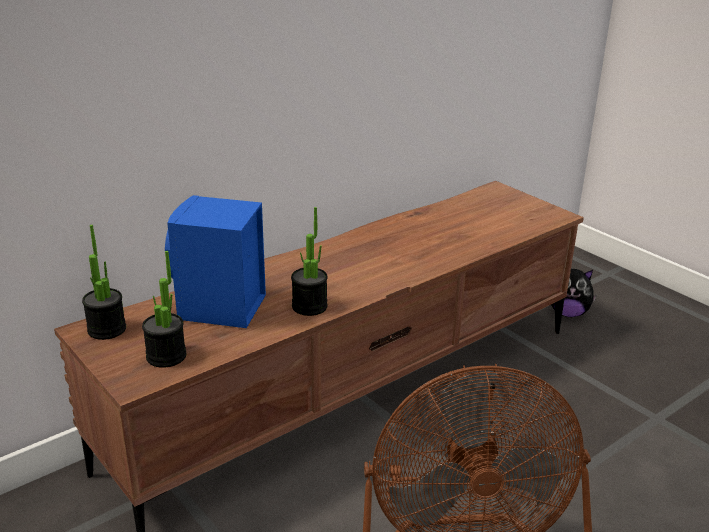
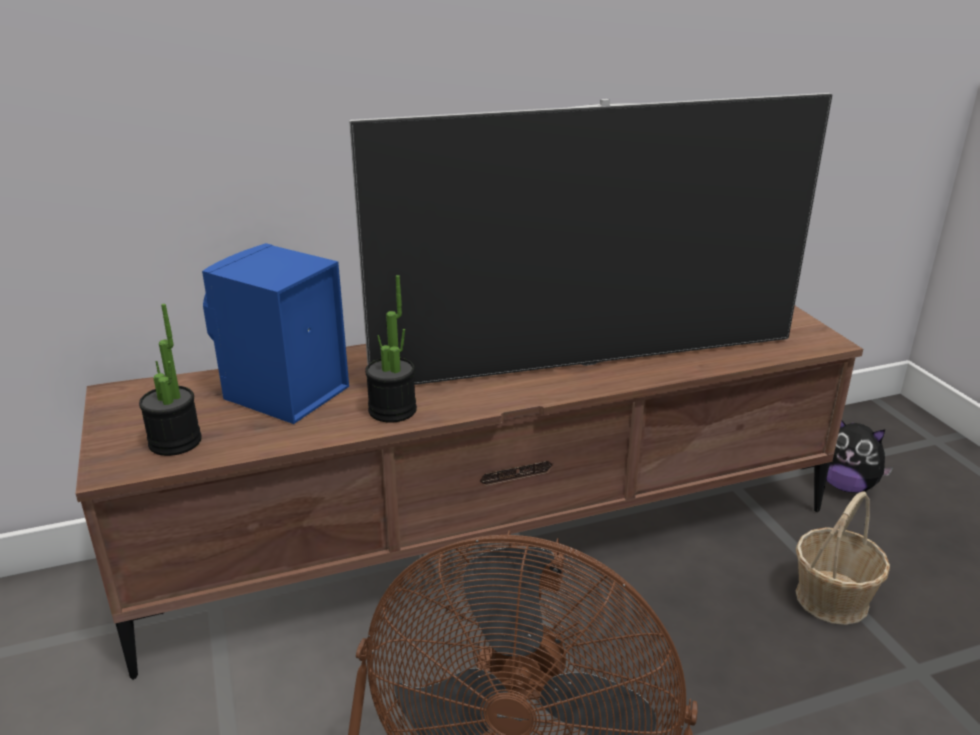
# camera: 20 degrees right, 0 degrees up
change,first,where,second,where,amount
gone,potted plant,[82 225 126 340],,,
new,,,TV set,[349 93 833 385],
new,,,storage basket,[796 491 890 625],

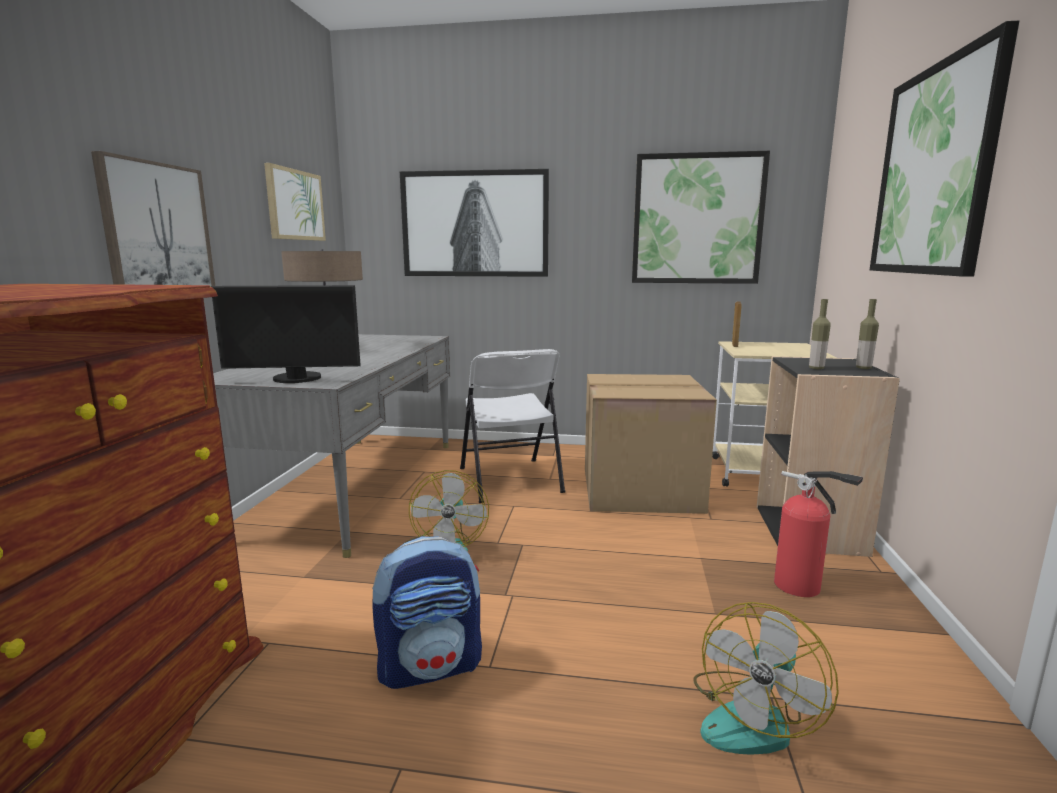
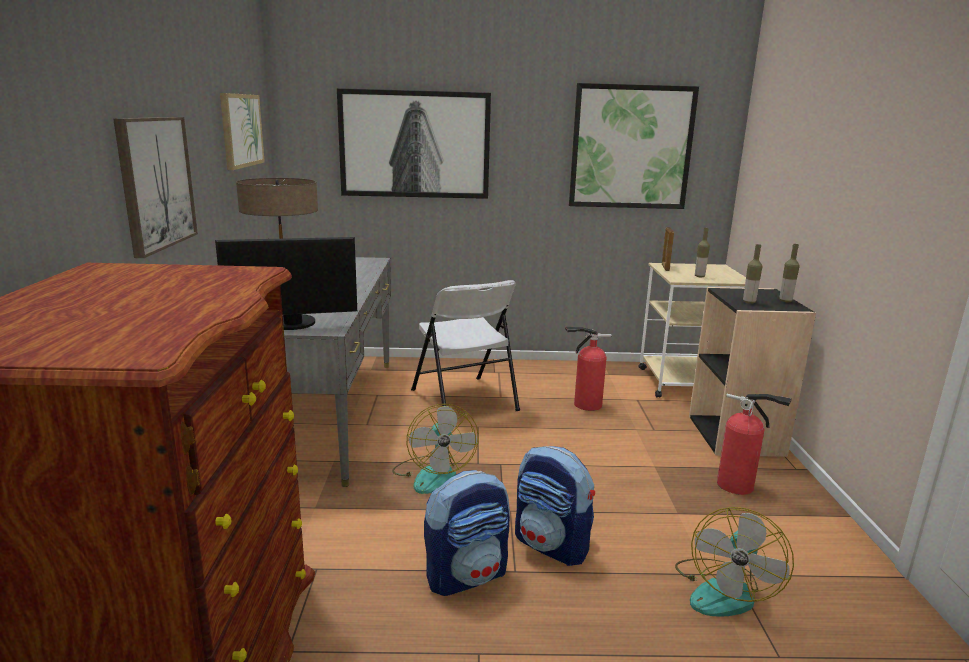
# camera: 10 degrees left, 5 degrees up
change,first,where,second,where,amount
gone,wall picture,[870 20 1019 277],,,
swapped,packing box,[585 374 717 514],fire-fighting cylinder,[565 327 611 411],
new,,,bottle,[695 228 710 277],
new,,,rucksack,[515 446 595 566],

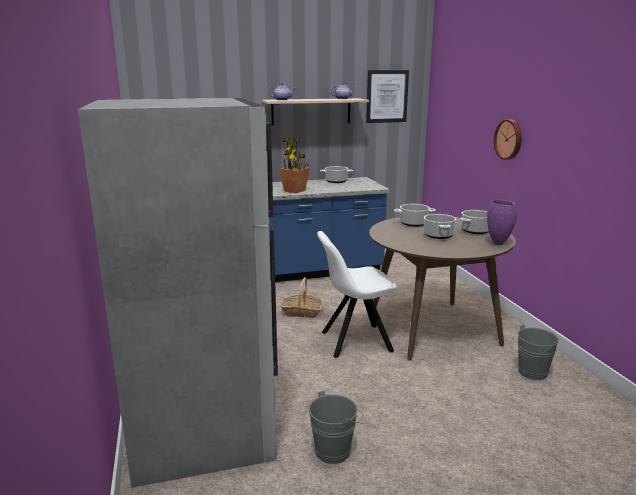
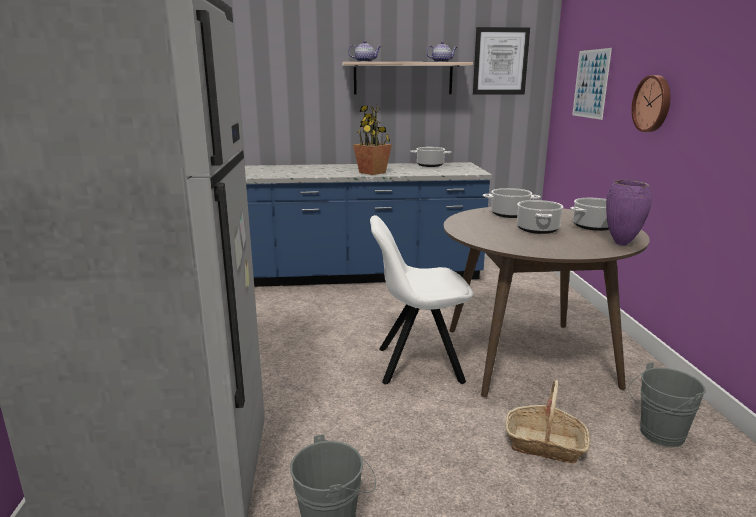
# camera: 10 degrees right, 0 degrees up
change,first,where,second,where,amount
shifted,storage basket,[280 277 323 318],,[506 380 590 463],
new,,,wall picture,[572 48 612 120],

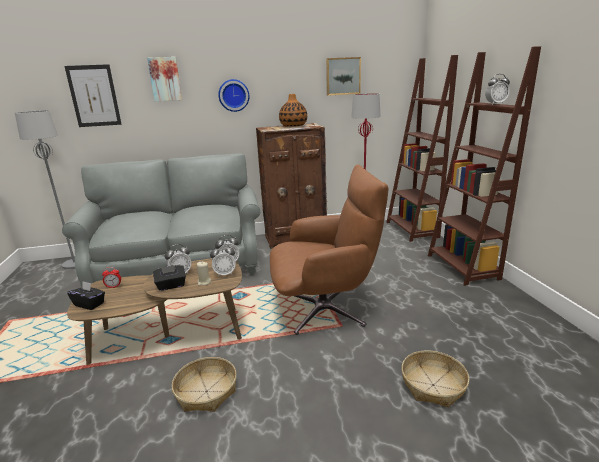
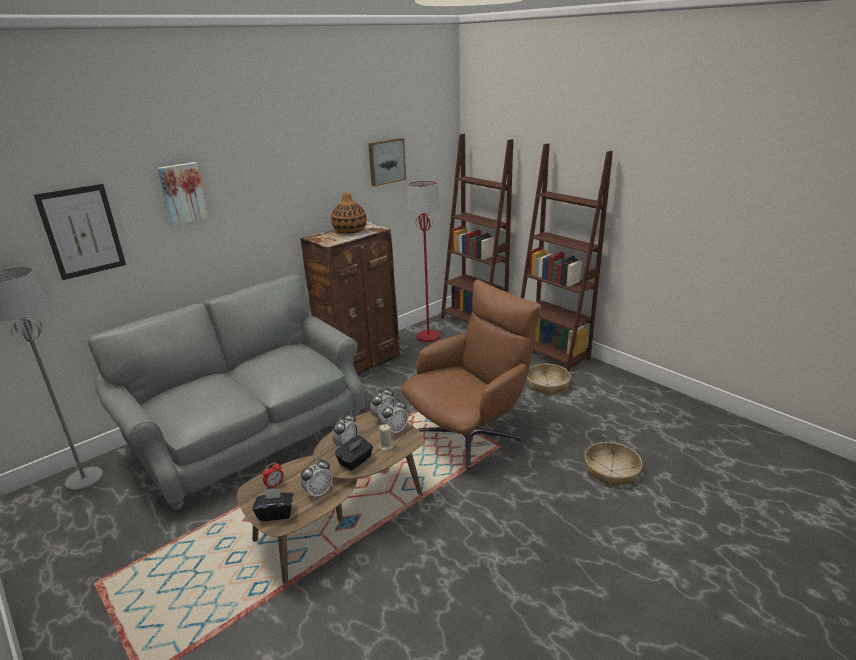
# camera: 30 degrees left, 5 degrees up
change,first,where,second,where,amount
shifted,bedside clock,[485 74 510 105],,[301 459 333 499],
gone,hanging clock,[218 79 249 112],,,
shifted,storage basket,[172 357 237 412],,[527 364 571 396],

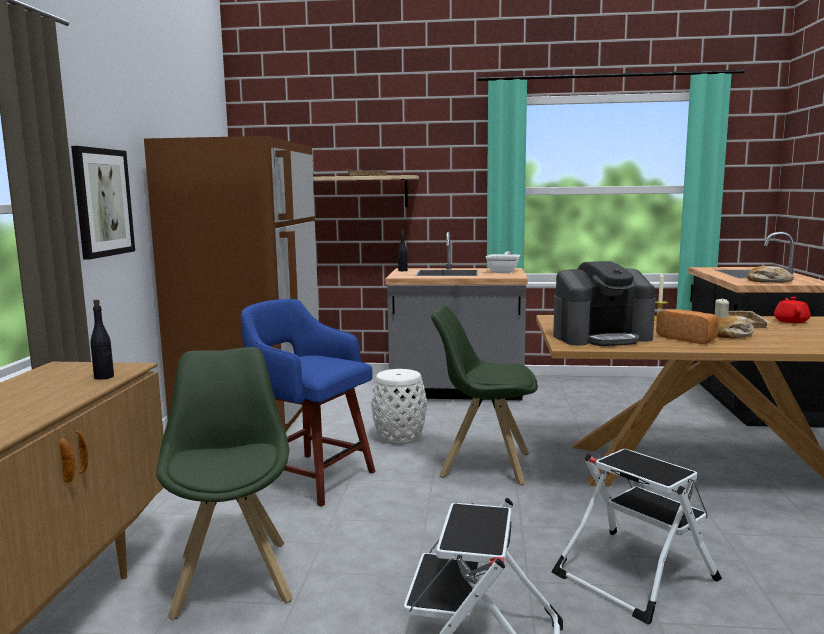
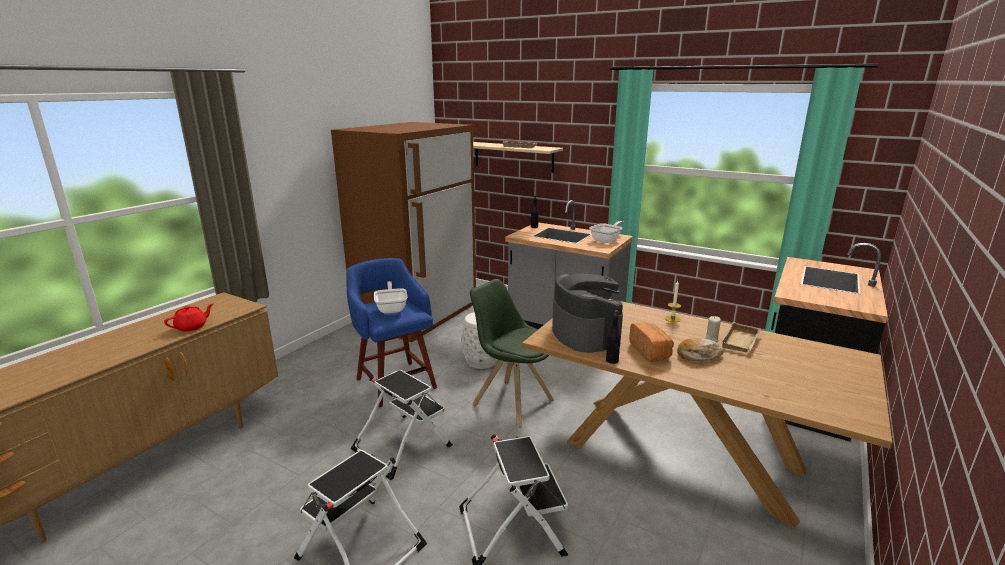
# camera: 25 degrees right, 10 degrees up
change,first,where,second,where,amount
gone,wall picture,[71 146 135 260],,,
rotated,coffee brewer,[553 261 655 346],,[552 273 623 353],120 degrees counterclockwise
gone,bread,[747 266 794 283],,,
shifted,tea pot (reddish),[774 297 810 323],,[164 304 213 332],
shifted,bottle (black-coloured),[90 299 114 380],,[606 310 621 364],
gone,upright chair (greenish),[156 347 293 620],,,
new,,,frying pan,[374 281 407 313],
new,,,stepladder,[351 370 453 480],

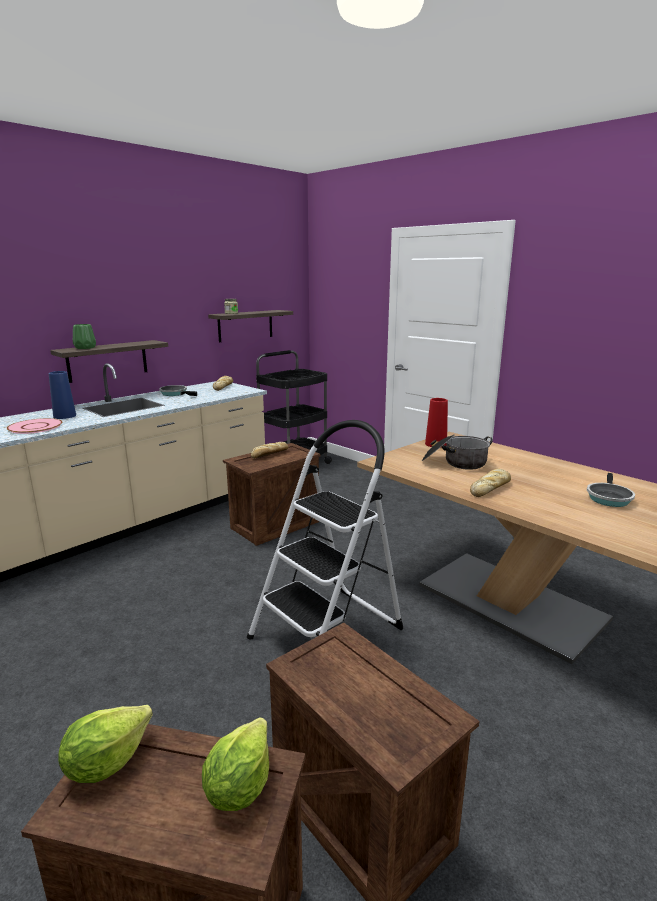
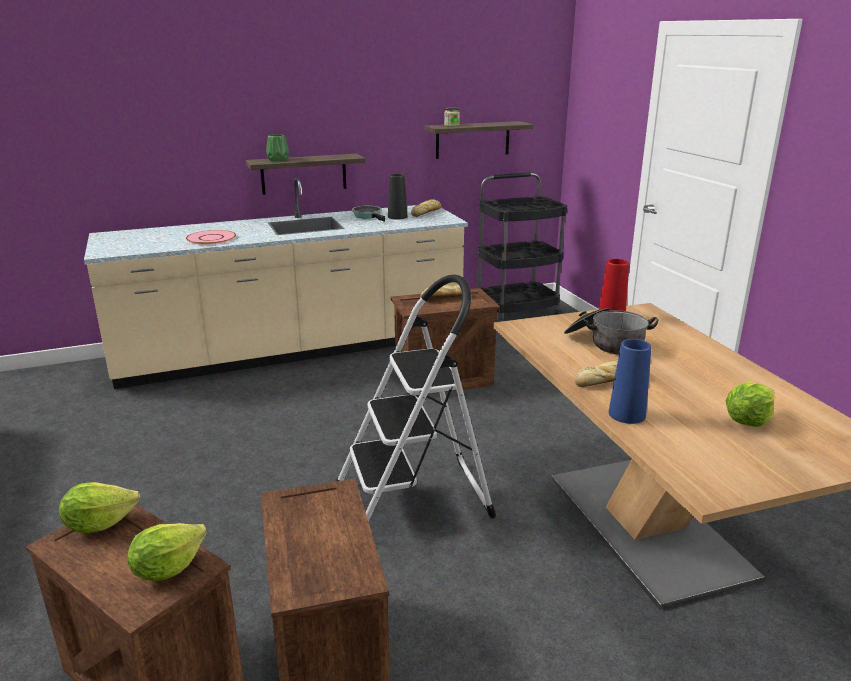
# camera: 25 degrees right, 5 degrees up
change,first,where,second,where,amount
shifted,decorative vase (blue-coloured),[49 371 76 419],,[609 339 651 424],
swapped,frying pan,[587 473 635 507],lettuce head,[726 382 774 427],
new,,,decorative vase (black-coloured),[388 174 407 220],

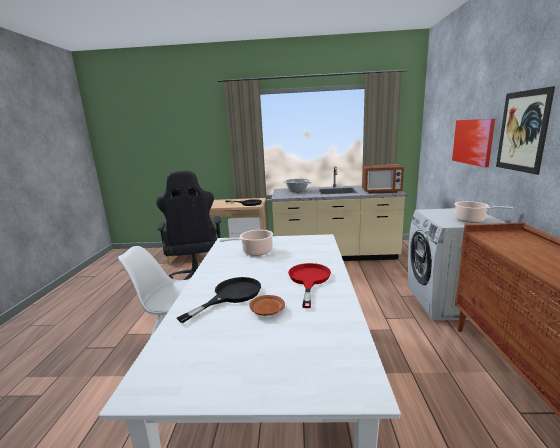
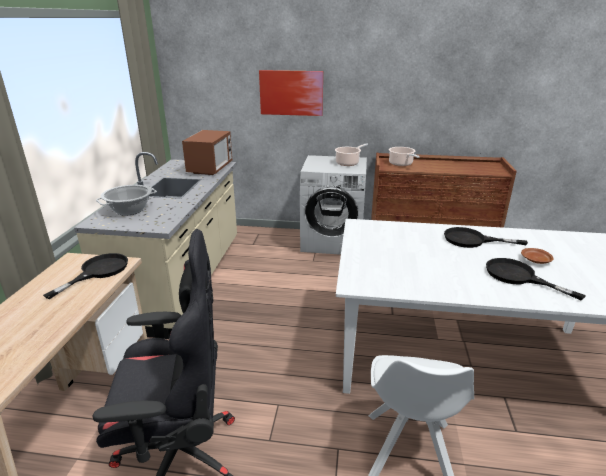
# camera: 85 degrees left, 10 degrees up
change,first,where,second,where,amount
gone,wall picture,[496 86 555 175],,,
shifted,cooking pot,[220 230 273 256],,[389 147 420 166],
repainted,frying pan (reddish),[288 263 331 308],frying pan (black-coloured),[444 227 528 248],

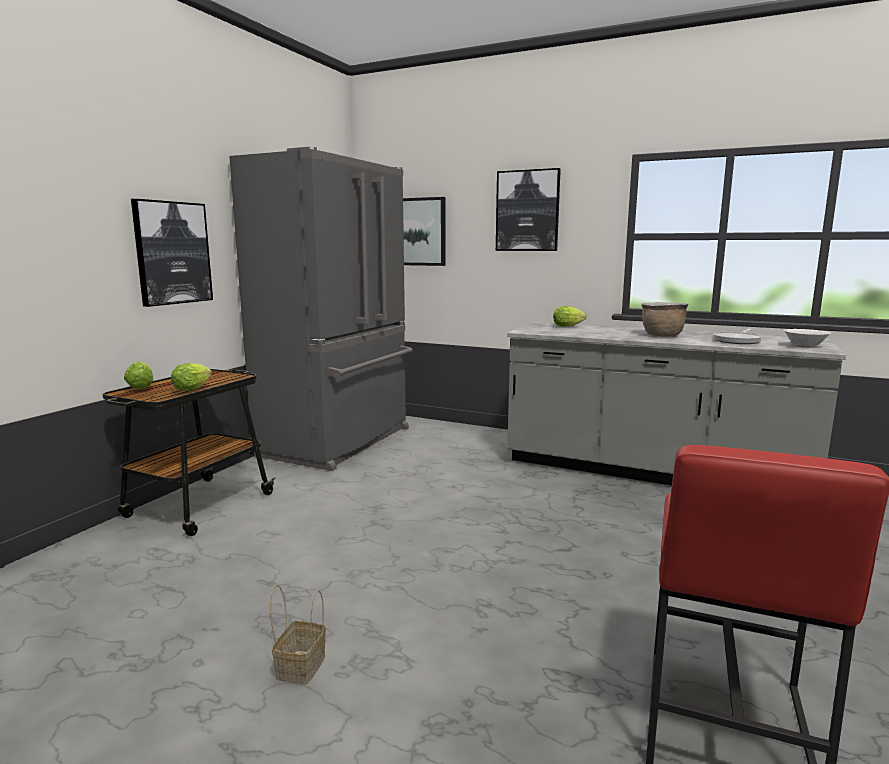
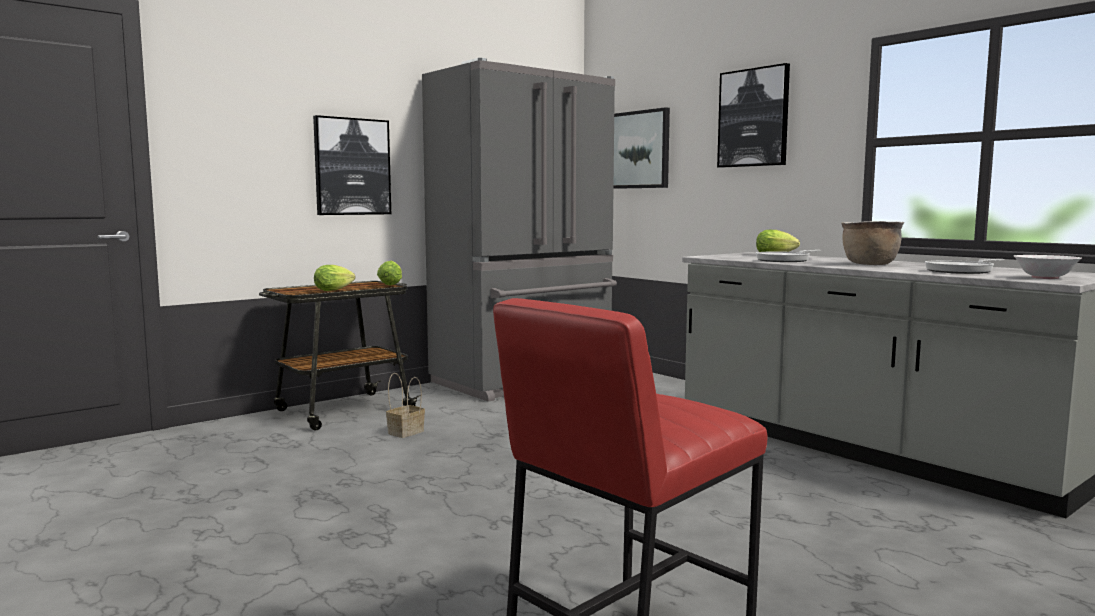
# camera: 25 degrees right, 5 degrees down
change,first,where,second,where,amount
shifted,lettuce head,[124 361 153 390],,[377 261 402 286],
shifted,storage basket,[270 584 326 685],,[386 373 425 438],
new,,,frying pan,[756 250 821 262],

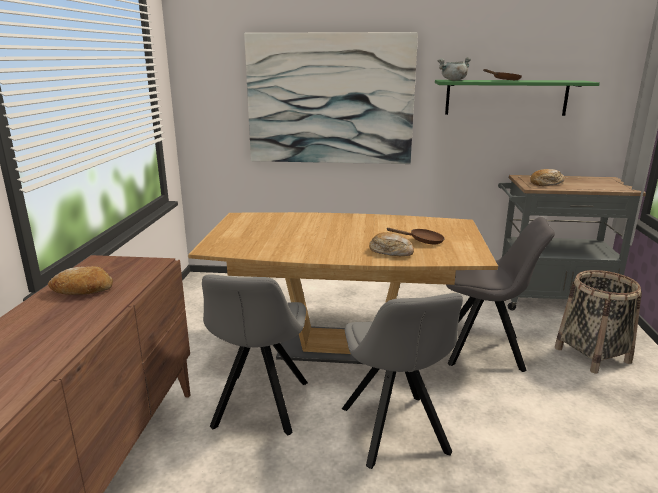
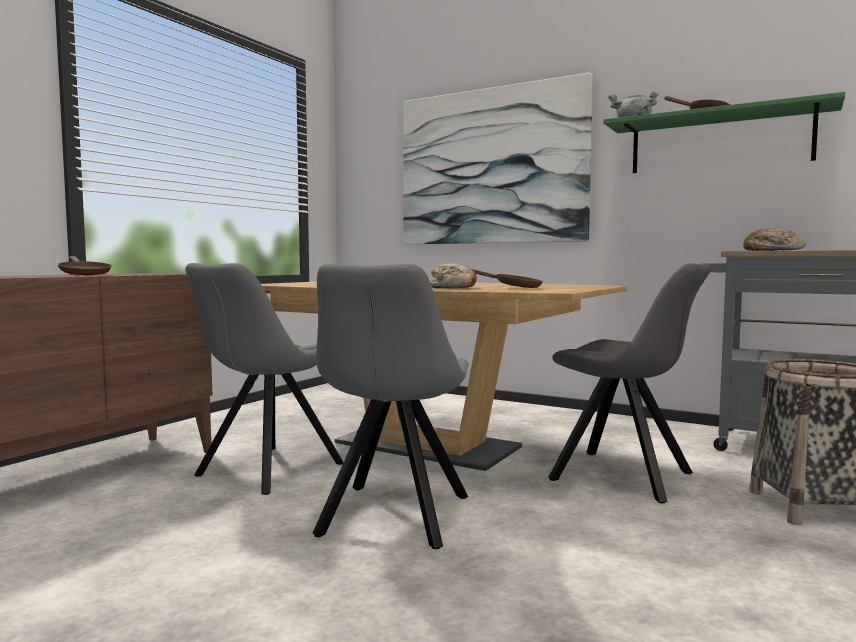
# camera: 25 degrees right, 15 degrees down
change,first,where,second,where,amount
swapped,bread,[48 266 113 295],frying pan (brownish),[58 256 112 275],

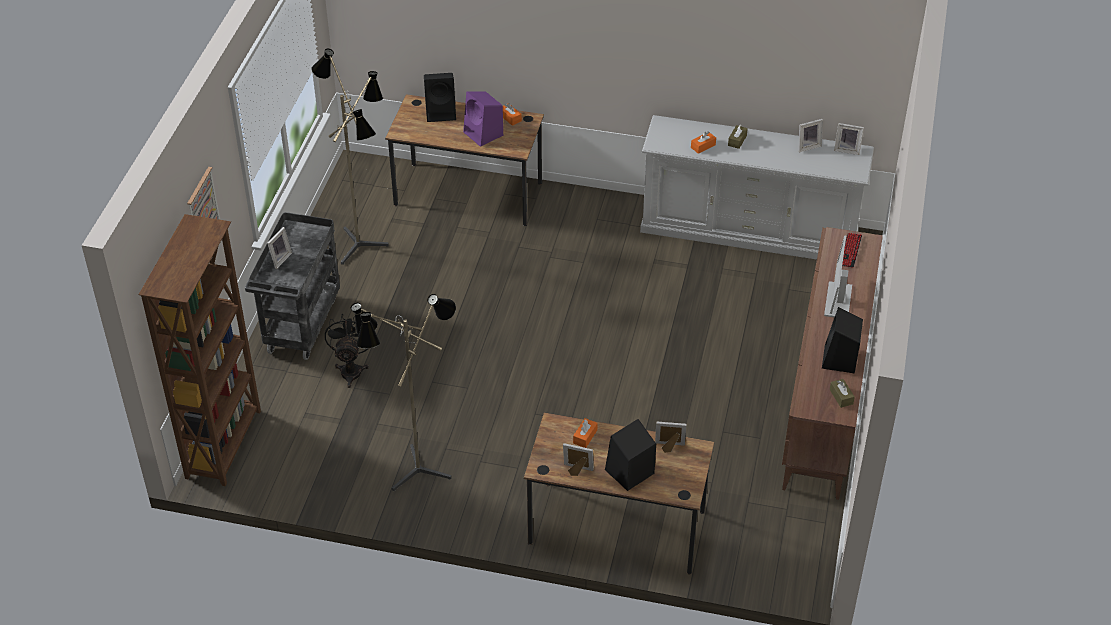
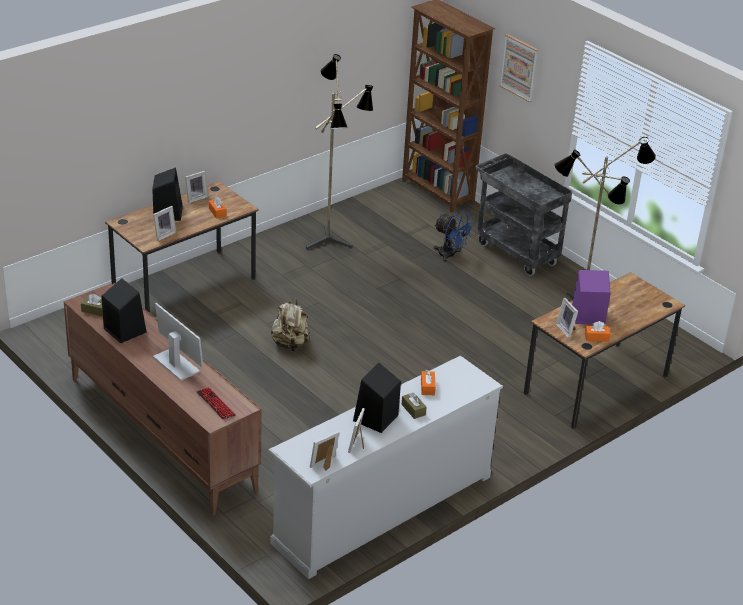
# camera: 125 degrees right, 10 degrees down
change,first,where,second,where,amount
shifted,speaker (black-coloured),[424 73 456 122],,[353 363 401 433],
shifted,photo frame,[267 227 292 269],,[556 298 578 338],
repainted,cooling fan (black-coloured),[325 314 370 388],cooling fan (blue-coloured),[434 210 475 262],
new,,,rucksack (beige),[271 298 310 351],

